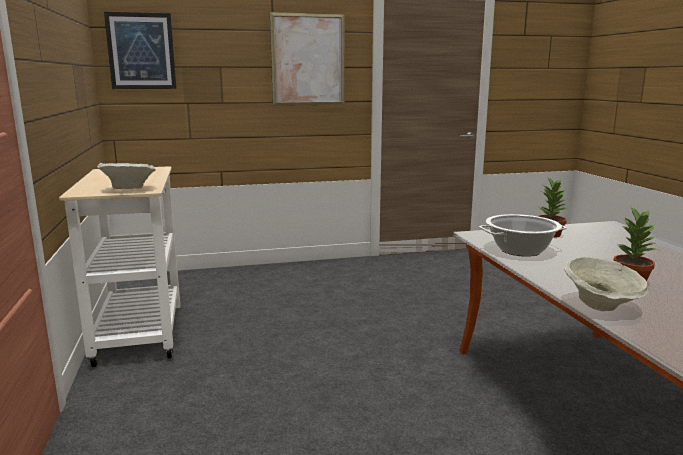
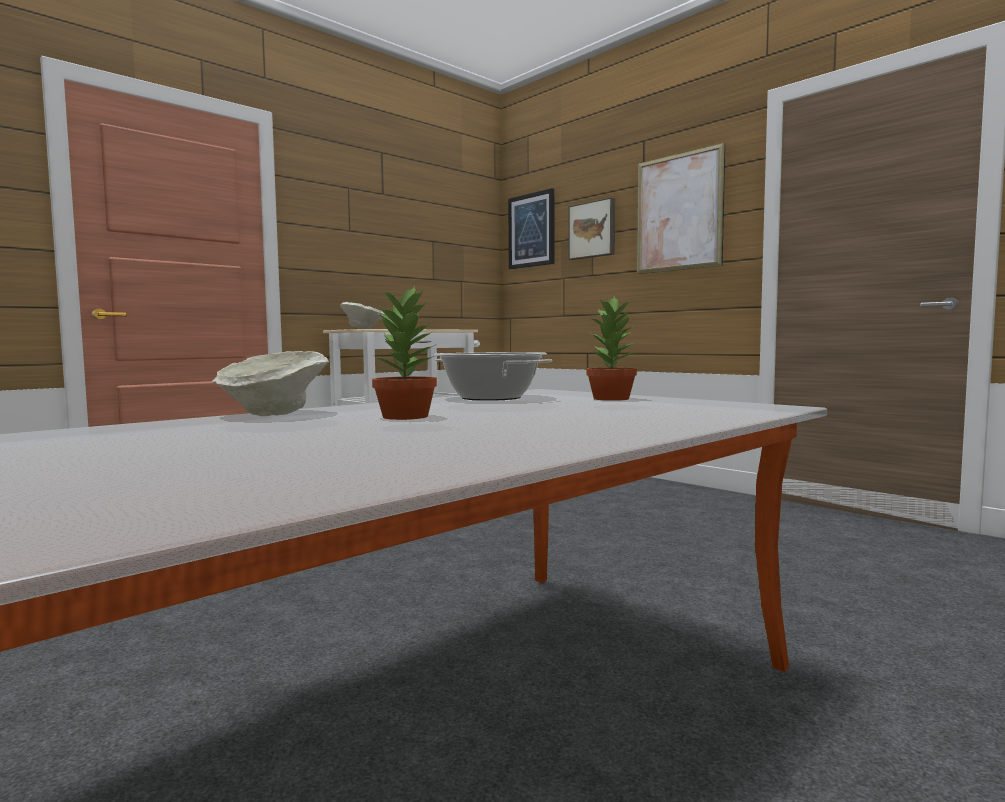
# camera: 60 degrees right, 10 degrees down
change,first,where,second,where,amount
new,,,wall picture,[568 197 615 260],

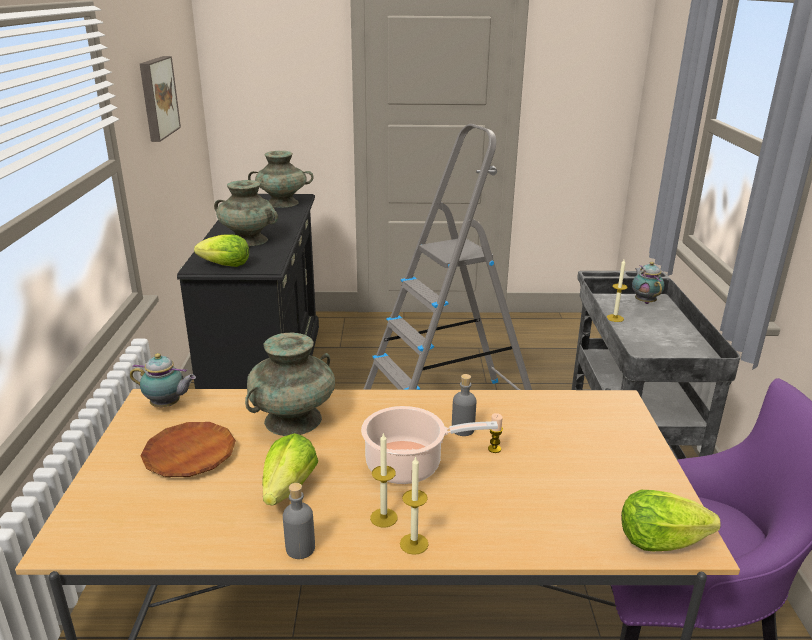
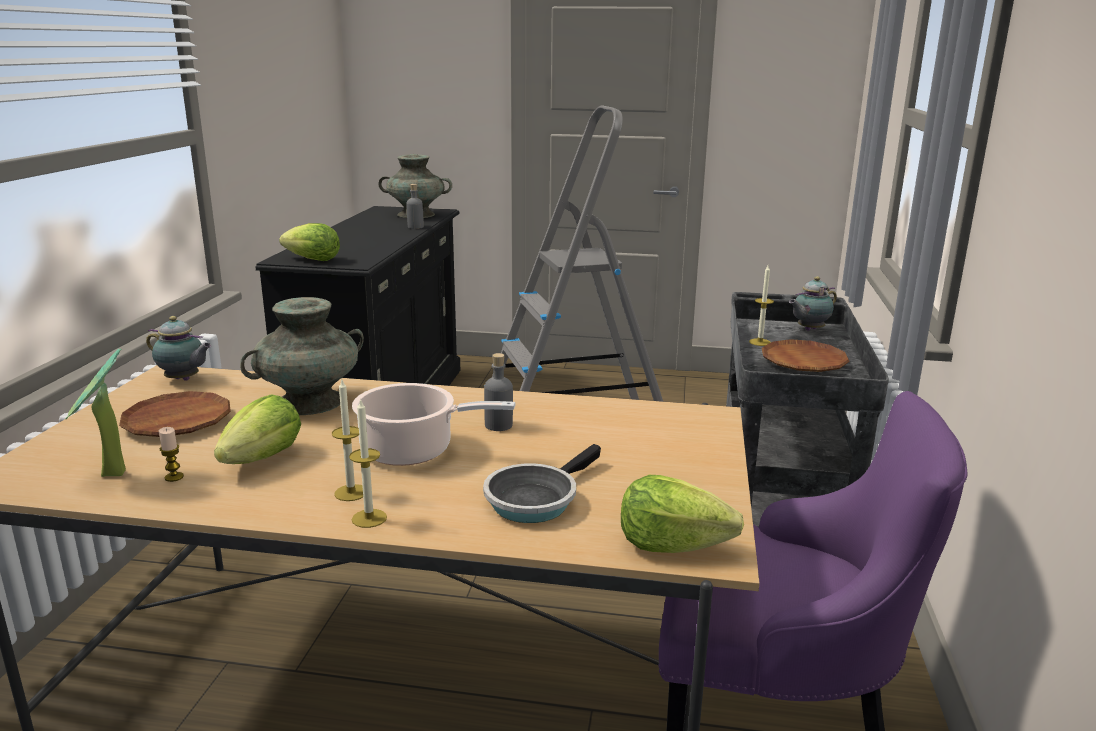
# camera: 10 degrees right, 5 degrees down
change,first,where,second,where,amount
gone,wall picture,[140 56 181 142],,,
gone,decorative vase (turquoise),[214 180 278 246],,,
rotated,tea pot,[632 262 665 304],,[789 276 837 331],120 degrees counterclockwise
shifted,candle,[488 413 503 453],,[159 427 184 482],
shifted,bottle (greyish),[283 483 315 559],,[406 184 424 229],
new,,,plate (brownish),[762 339 849 372],
new,,,potted plant,[65 349 126 477],
new,,,frying pan,[483 444 601 523],

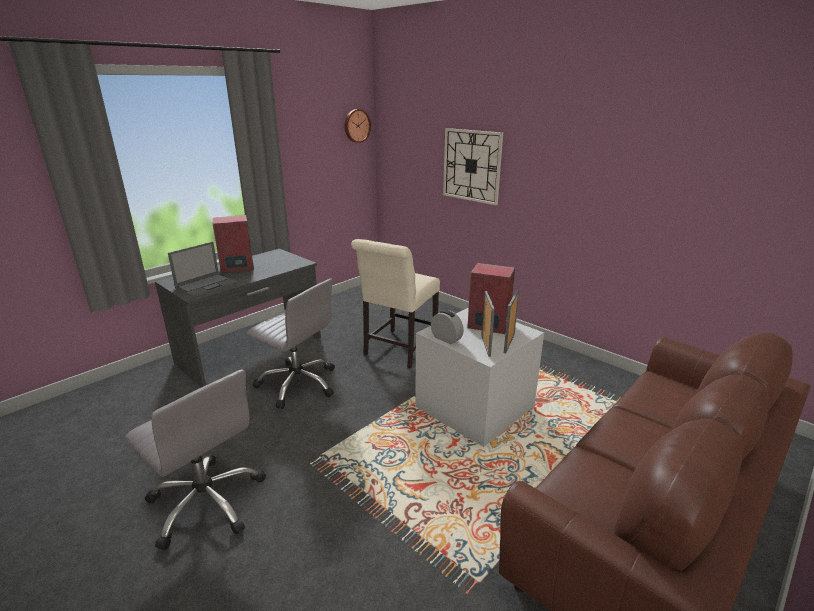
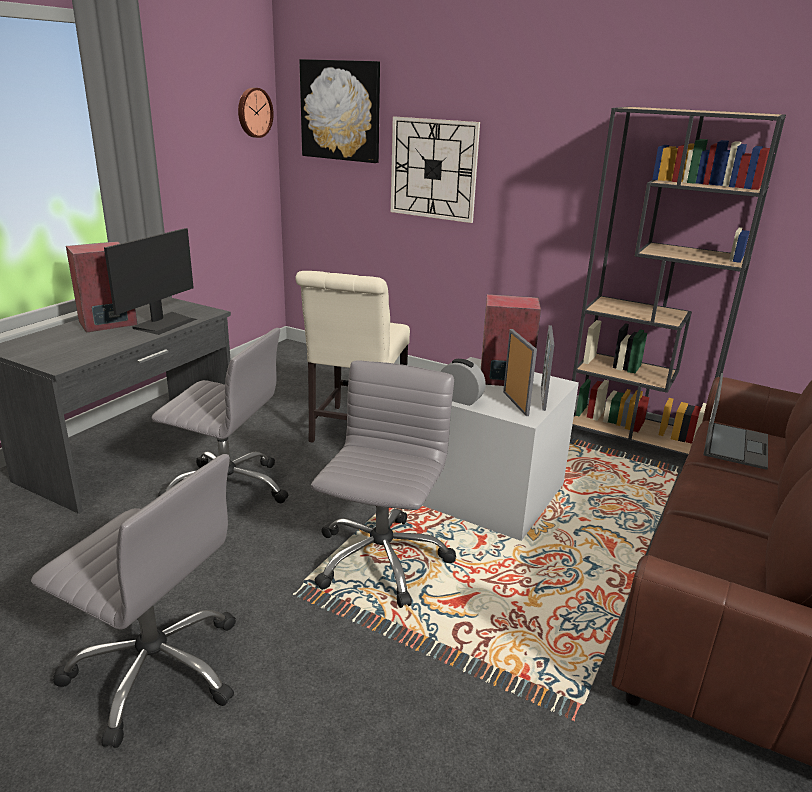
# camera: 15 degrees left, 0 degrees up
change,first,where,second,where,amount
shifted,portable computer,[168 242 237 297],,[704 373 768 470],
new,,,wall picture,[299 59 380 163],
new,,,bookcase,[572 107 786 457],
new,,,computer display,[104 228 197 335],
new,,,computer chair (greyish),[311 360 456 608],

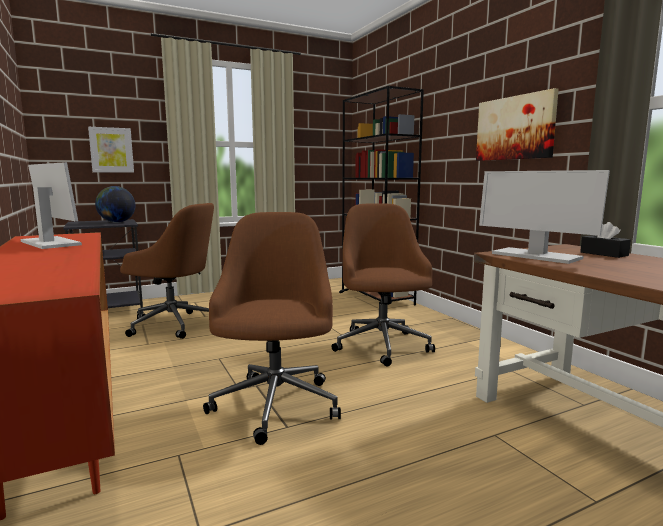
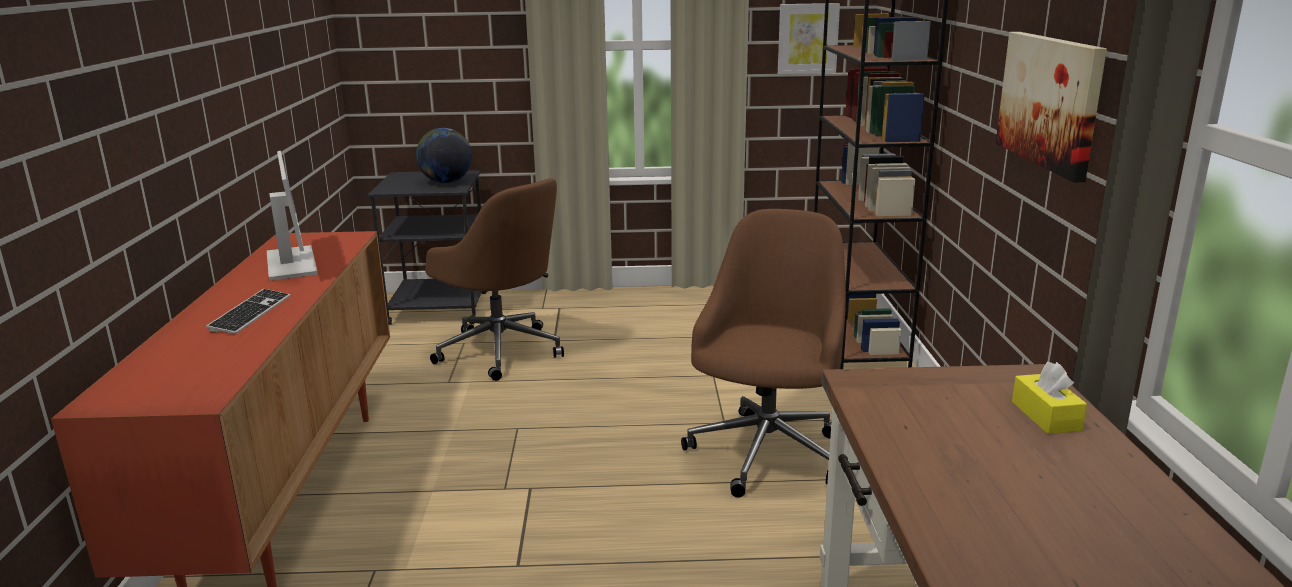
# camera: 25 degrees right, 10 degrees up
change,first,where,second,where,amount
shifted,wall picture,[88 127 134 173],,[778 3 840 74],
gone,computer display,[479 170 610 264],,,
gone,computer chair (brownish),[203 212 341 445],,,
repainted,tissue box (black-coloured),[580 222 631 258],tissue box (yellowish),[1012 362 1087 434],
new,,,computer keyboard,[206 289 291 334],

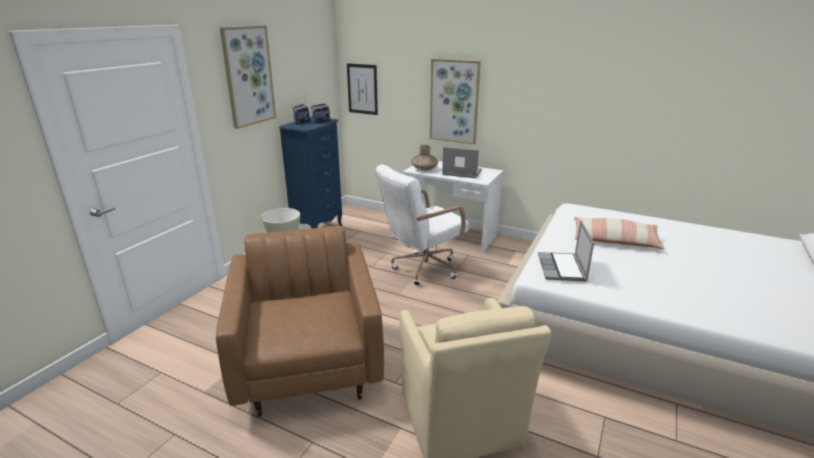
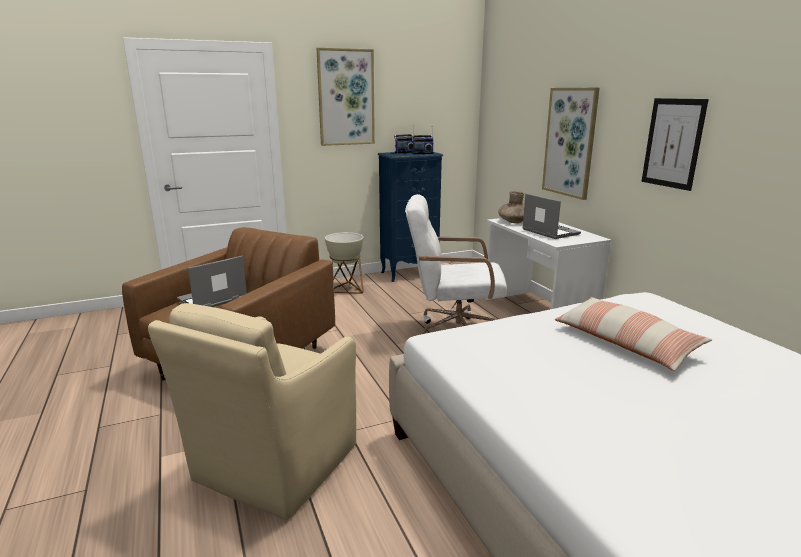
# camera: 40 degrees right, 5 degrees down
change,first,where,second,where,amount
shifted,wall picture,[347 63 378 115],,[641 98 709 191],
shifted,portable computer,[538 220 594 282],,[177 256 247 307],

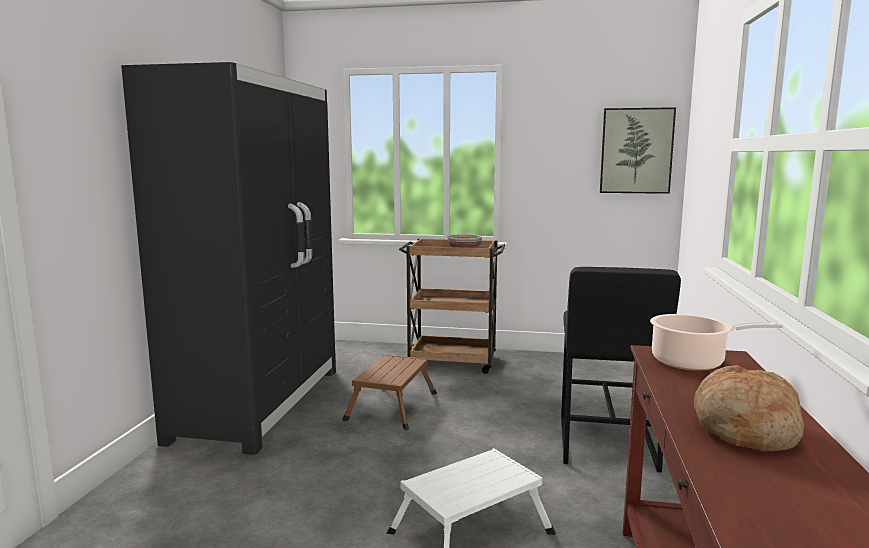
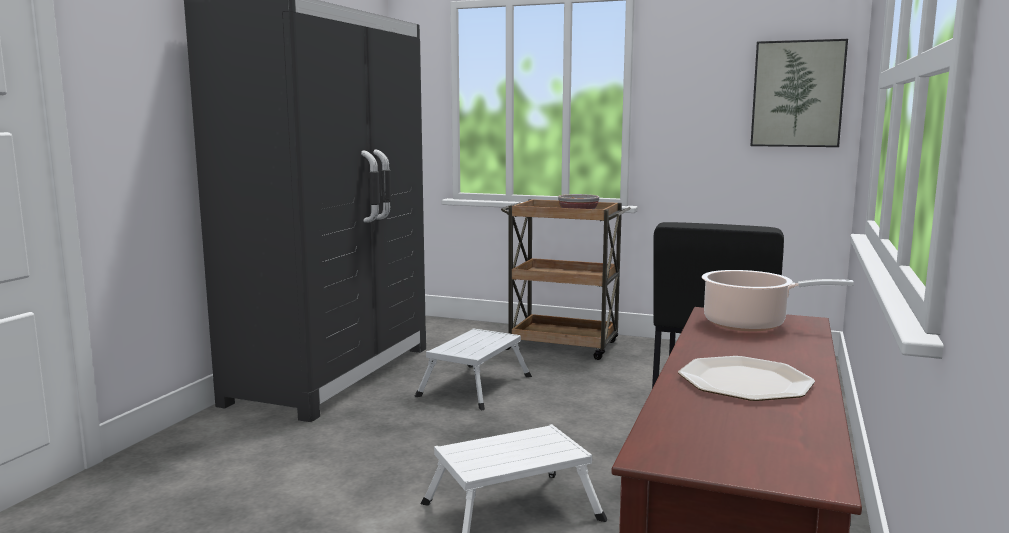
# camera: 10 degrees right, 0 degrees up
change,first,where,second,where,amount
repainted,stepladder (brownish),[342 354 437 430],stepladder (white),[415 328 532 410],
swapped,bread,[694 365 804 451],plate,[678 356 815 401],

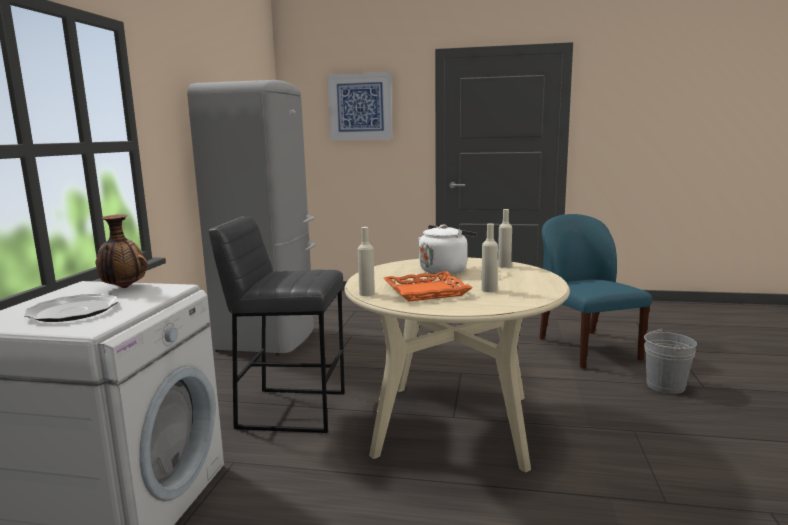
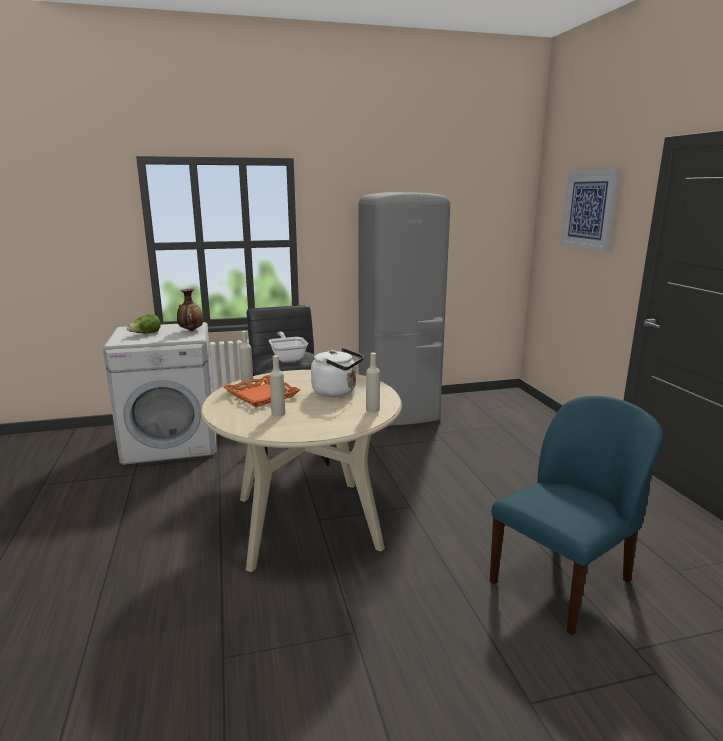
# camera: 65 degrees right, 5 degrees up
change,first,where,second,where,amount
swapped,plate,[24 294 119 322],lettuce head,[127 314 161 333],
gone,water bucket (greyish),[644 328 697 394],,,
new,,,frying pan,[269 332 308 362],

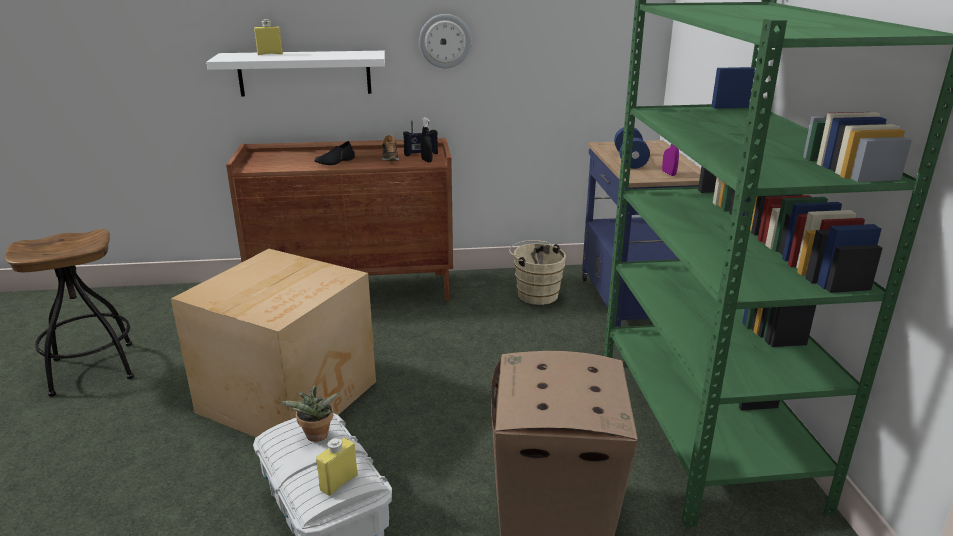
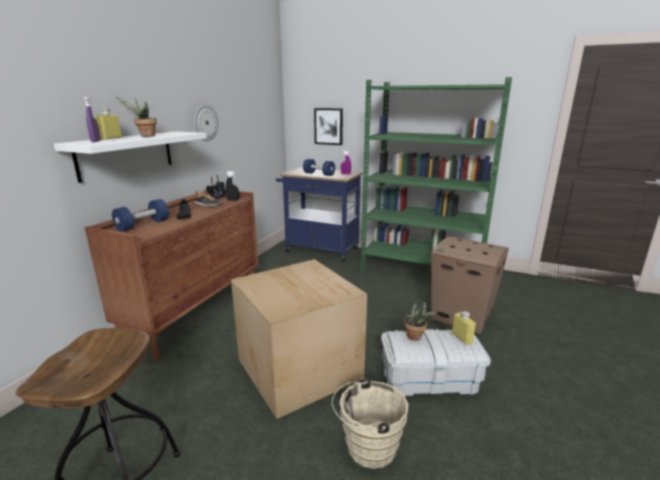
# camera: 60 degrees left, 5 degrees down
change,first,where,second,where,amount
shifted,water bucket (beige),[509 240 566 305],,[332 378 408 469],
new,,,potted plant,[116 96 157 137],
new,,,hand sprayer (purplish),[84 97 101 142],
new,,,wall picture,[314 108 343 145],
new,,,dumbbell (blue-coloured),[112 199 169 232],

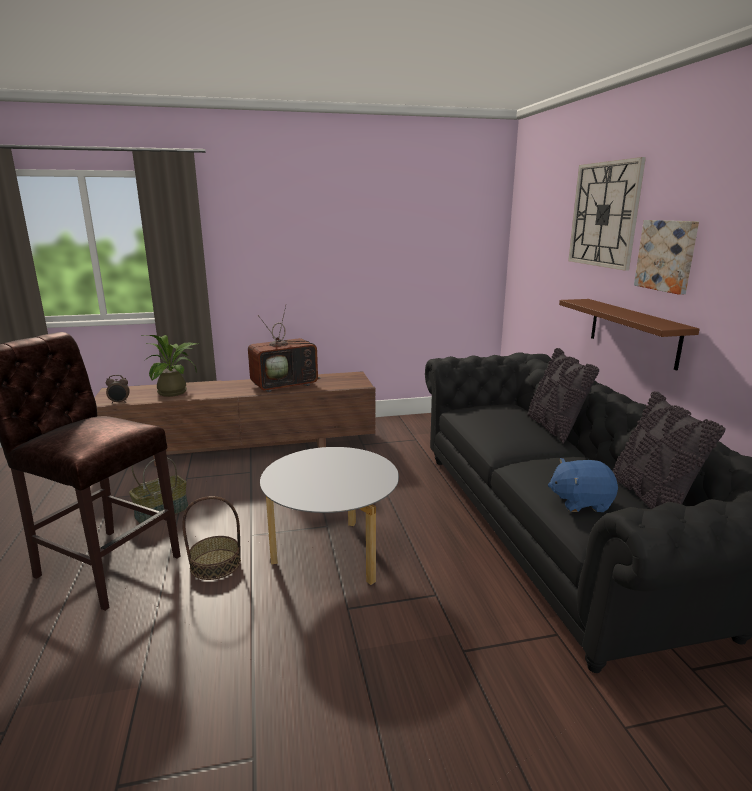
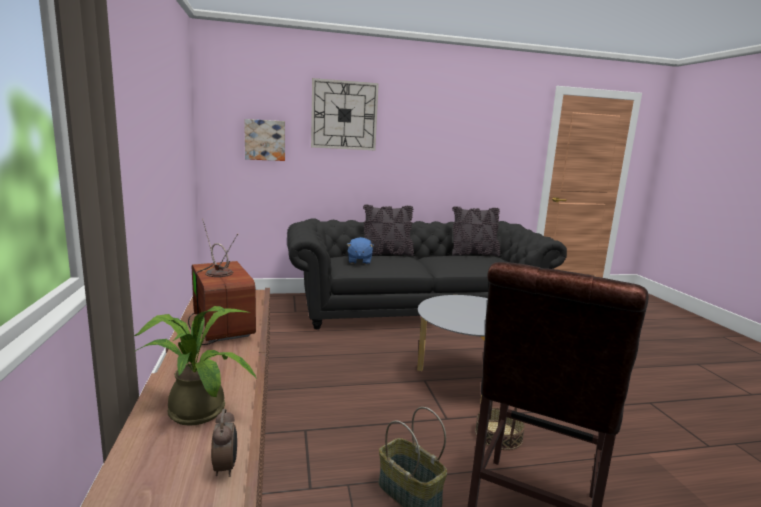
# camera: 90 degrees left, 5 degrees down
change,first,where,second,where,amount
shifted,wall picture,[634 220 699 295],,[244 119 285 161],
gone,shelf (brownish),[559 299 700 371],,,
shifted,plush toy (blue-coloured),[548 458 618 512],,[346 237 374 265],

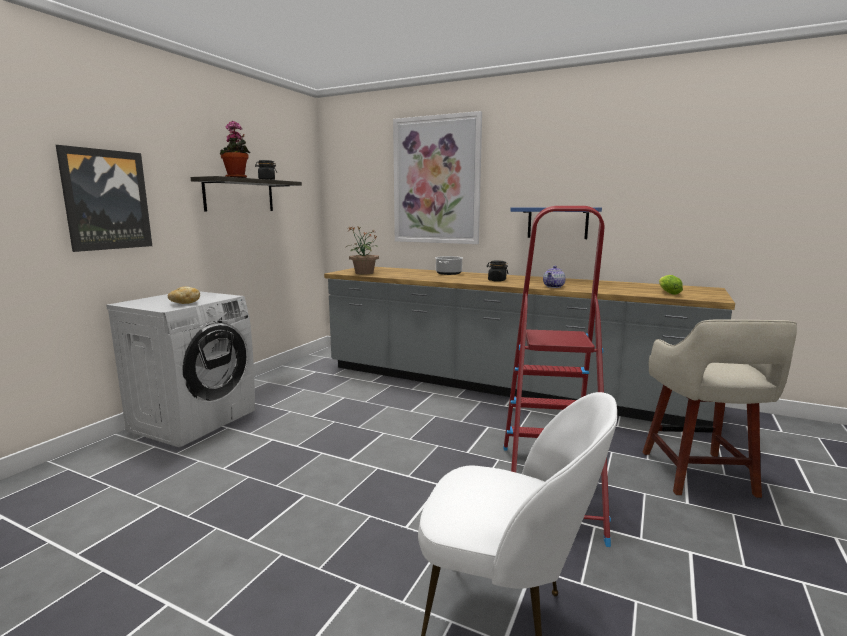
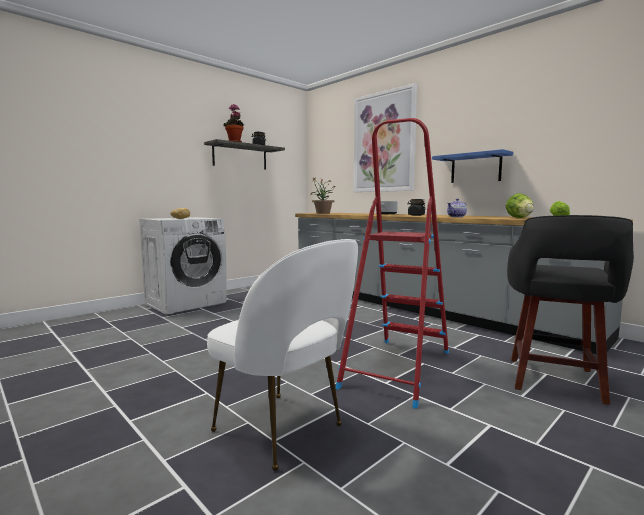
# camera: 20 degrees right, 5 degrees down
change,first,where,second,where,amount
gone,wall picture,[56 145 152 252],,,
repainted,stool seat (beige),[643 320 797 498],stool seat (black-coloured),[507 215 634 405],
new,,,lettuce head,[506 193 534 218],

